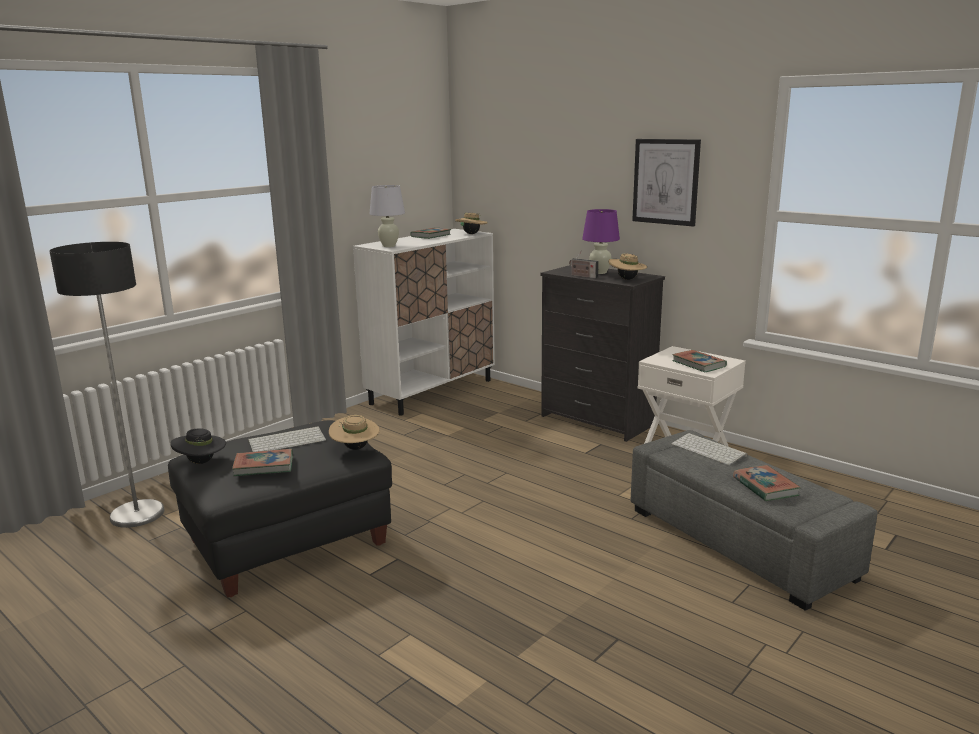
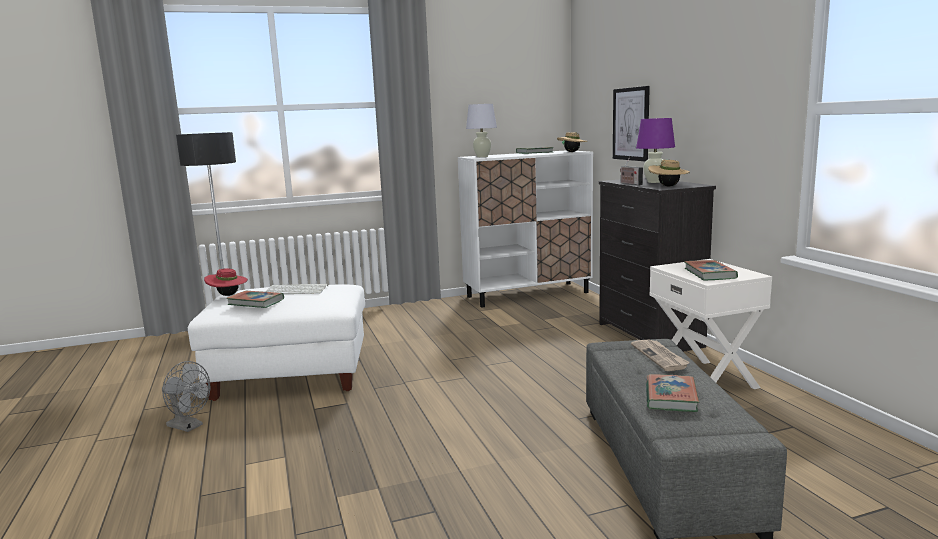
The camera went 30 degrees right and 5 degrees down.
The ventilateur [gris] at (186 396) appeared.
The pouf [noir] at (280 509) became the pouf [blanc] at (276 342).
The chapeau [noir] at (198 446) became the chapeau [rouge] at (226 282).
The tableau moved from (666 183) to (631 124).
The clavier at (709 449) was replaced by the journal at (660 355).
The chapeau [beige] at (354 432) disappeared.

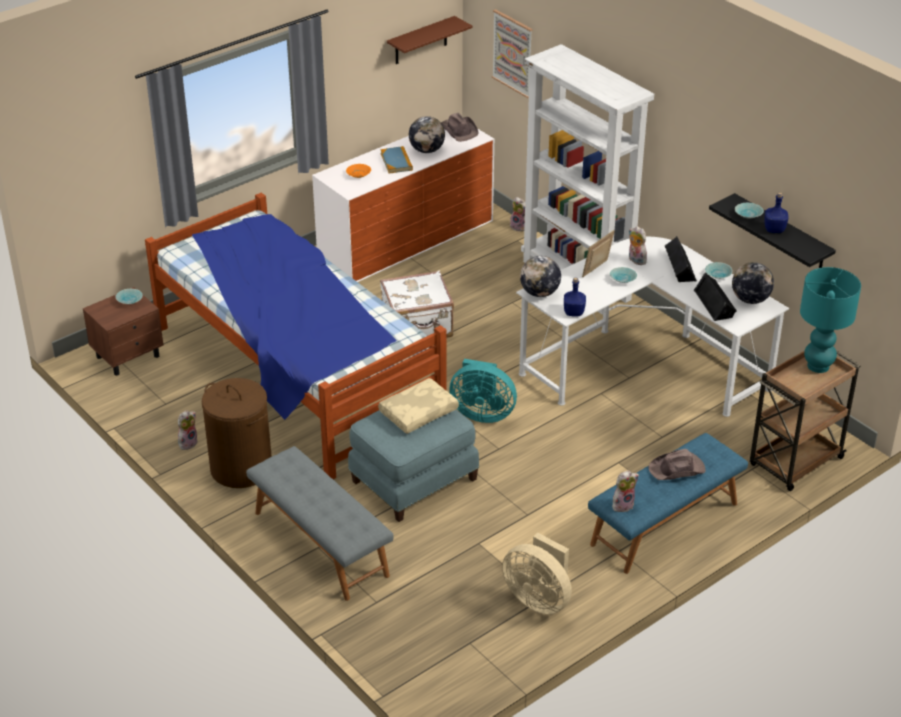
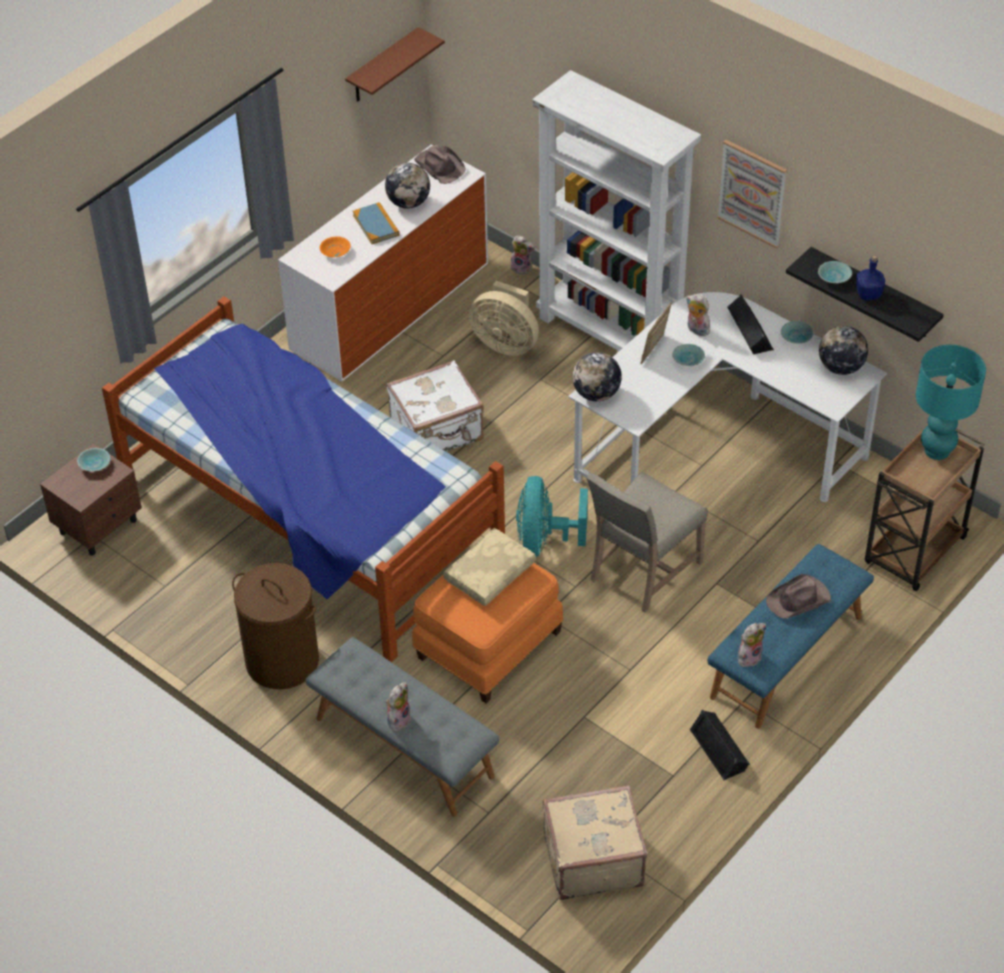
The camera went 10 degrees left and 10 degrees up.
The peluche moved from (188 430) to (398 706).
The pouf [bleu] at (413 466) became the pouf [orange] at (487 633).
The ventilateur [beige] moved from (537 573) to (504 318).
The ventilateur [turquoise] at (483 391) turned 90 degrees clockwise.
The valise [beige] at (595 842) appeared.
The chaise [beige] at (647 542) appeared.
The enceinte [noir] moved from (715 296) to (720 745).
The tableau moved from (512 53) to (752 194).
The bouteille [bleu] at (575 297) disappeared.

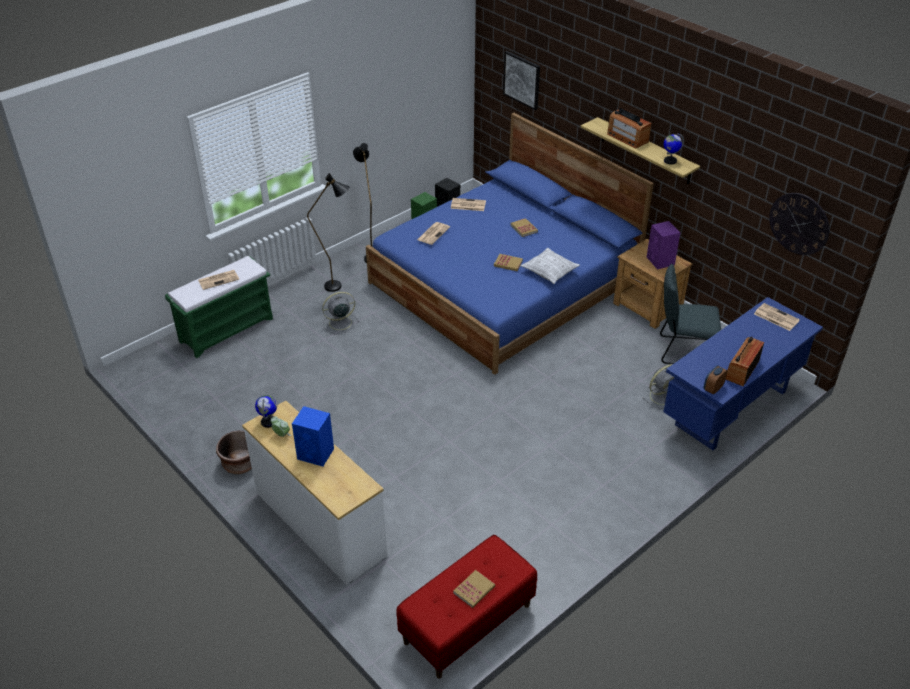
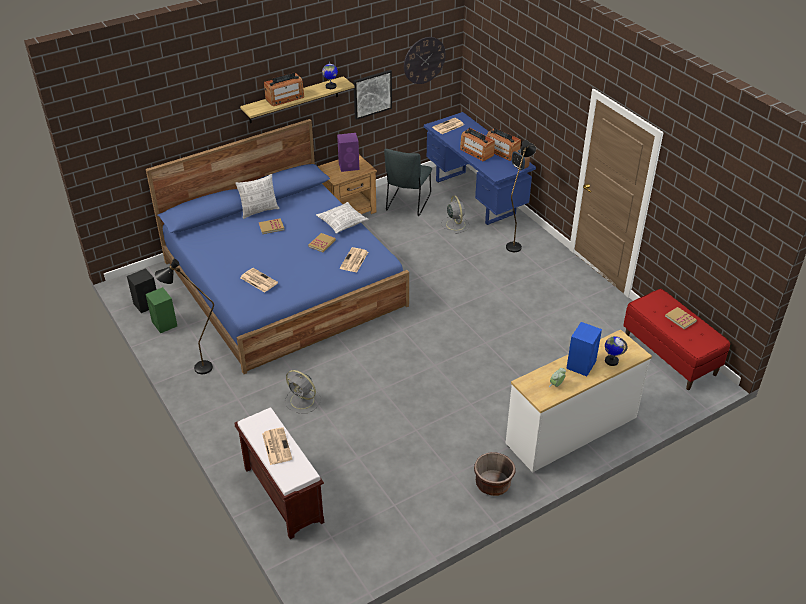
The camera went 80 degrees left and 0 degrees up.
The banc [vert] at (219 307) became the banc [marron] at (279 473).
The coussin at (257 196) appeared.
The ventilateur [gris] at (340 313) turned 45 degrees counterclockwise.
The journal moved from (468 204) to (354 259).
The tableau moved from (521 80) to (372 95).
The radio at (477 144) appeared.
The lampadaire [noir] moved from (328 232) to (521 196).
The globe moved from (266 411) to (616 351).

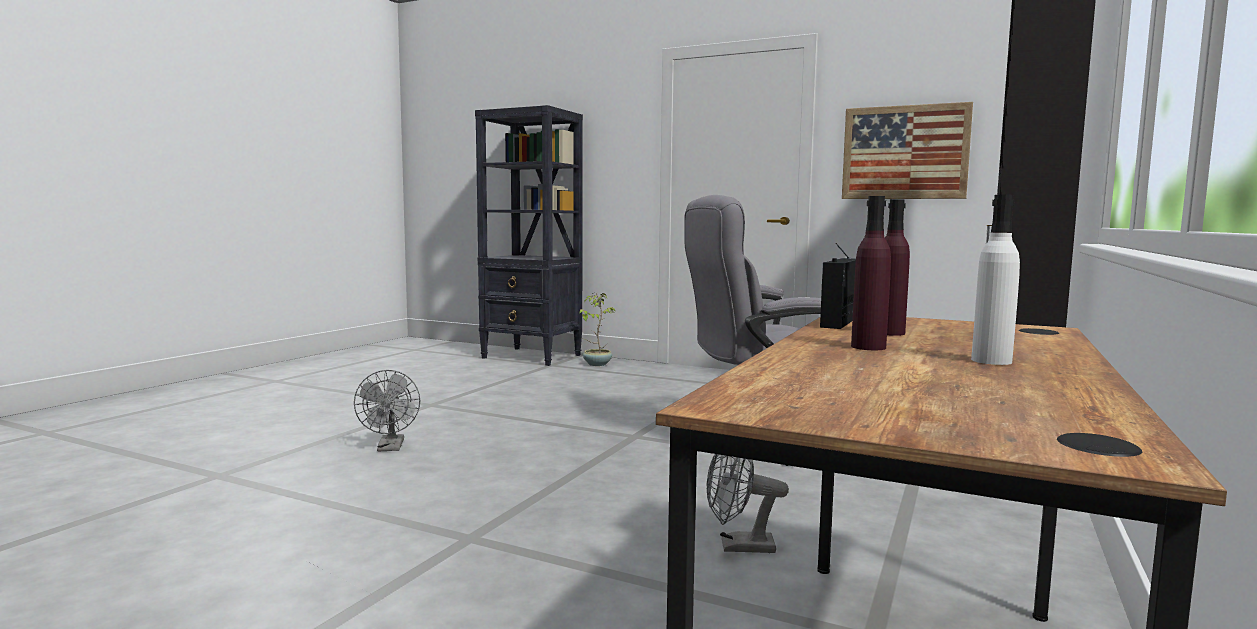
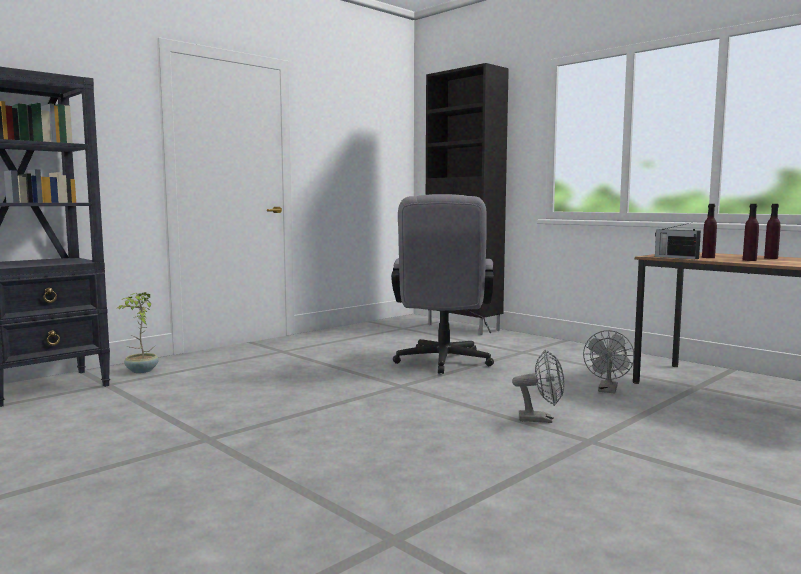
The camera went 70 degrees left and 0 degrees up.
The ventilateur [gris] moved from (387 410) to (538 386).
The bouteille [blanc] at (995 280) became the bouteille [violet] at (772 231).
The tableau at (907 150) disappeared.

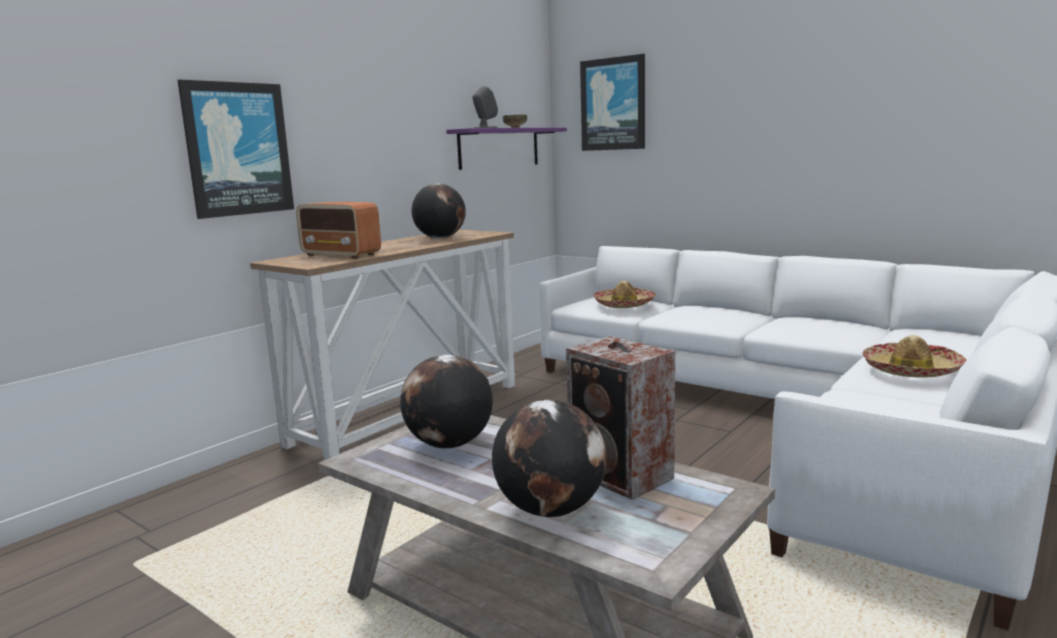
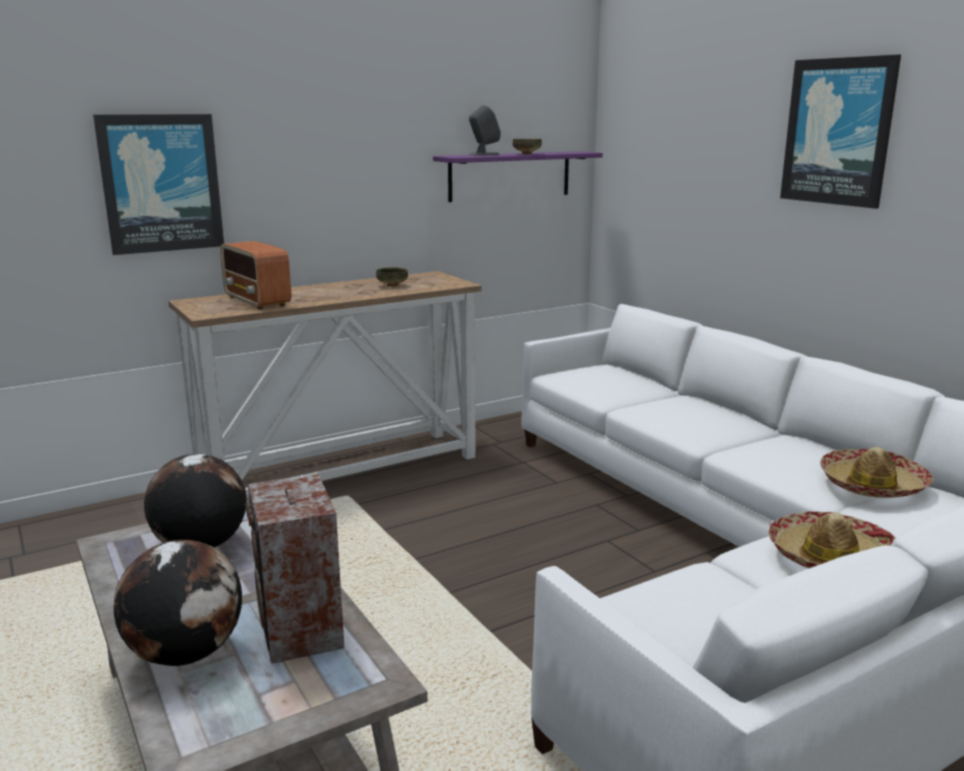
The camera went 20 degrees right and 5 degrees up.
The globe at (439 211) was replaced by the bol at (392 277).
The tableau moved from (612 102) to (840 131).
The chapeau moved from (624 294) to (876 472).

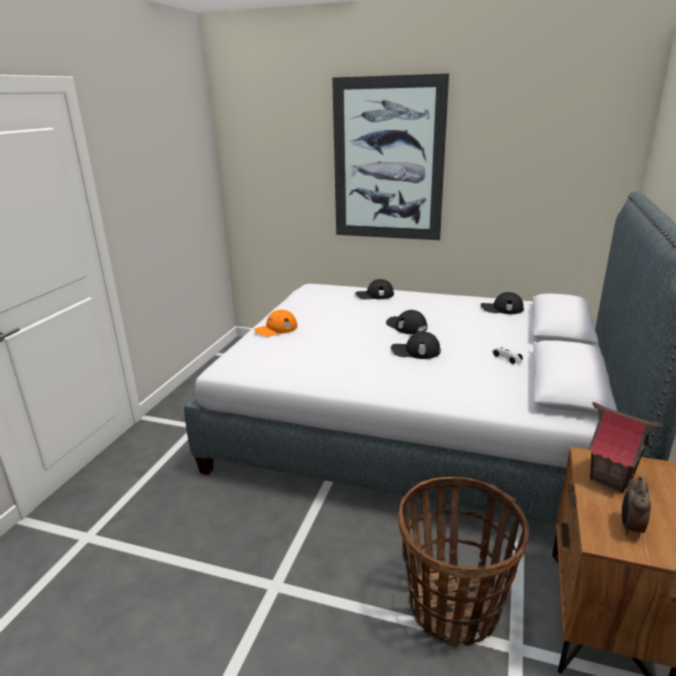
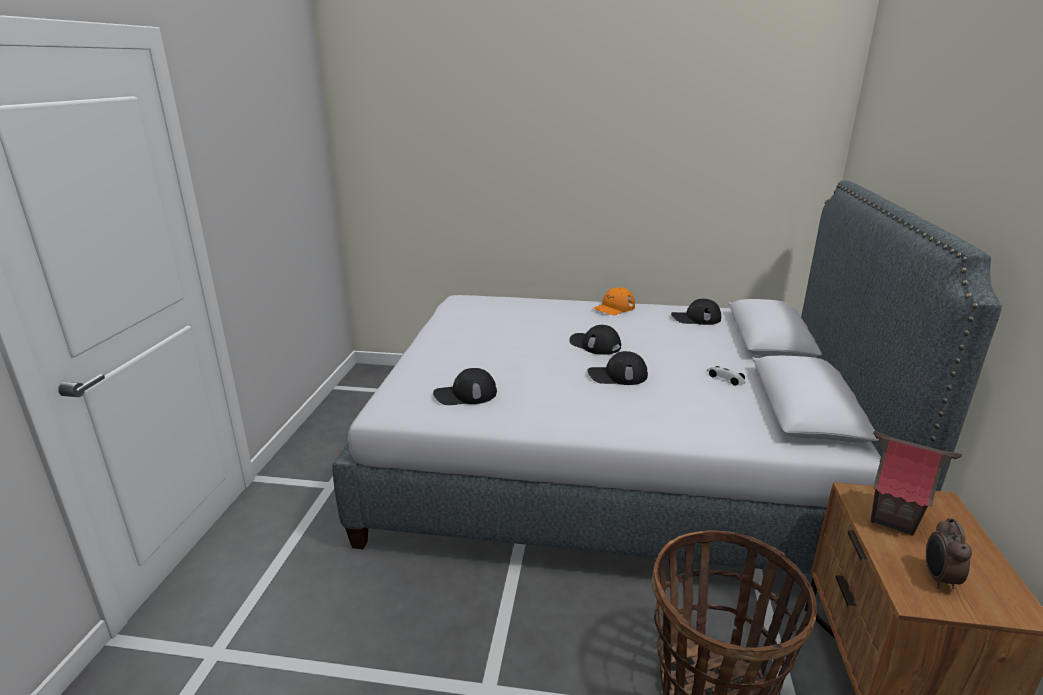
The camera went 10 degrees left and 0 degrees up.
The casquette [noir] moved from (374 289) to (465 386).
The casquette [orange] moved from (275 323) to (614 301).
The tableau at (390 157) disappeared.

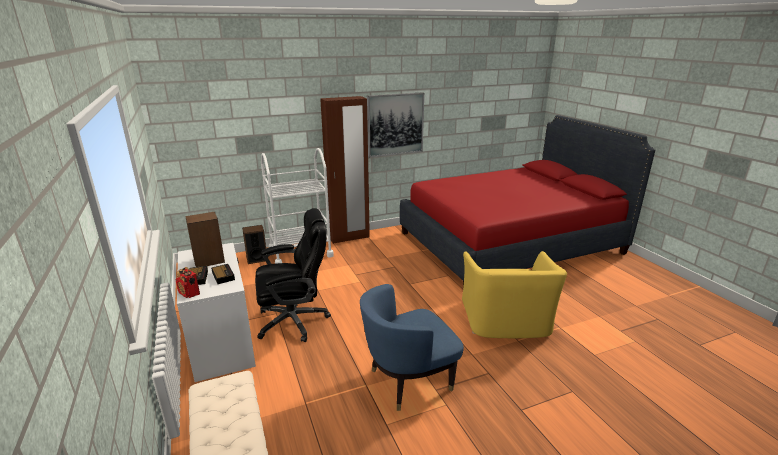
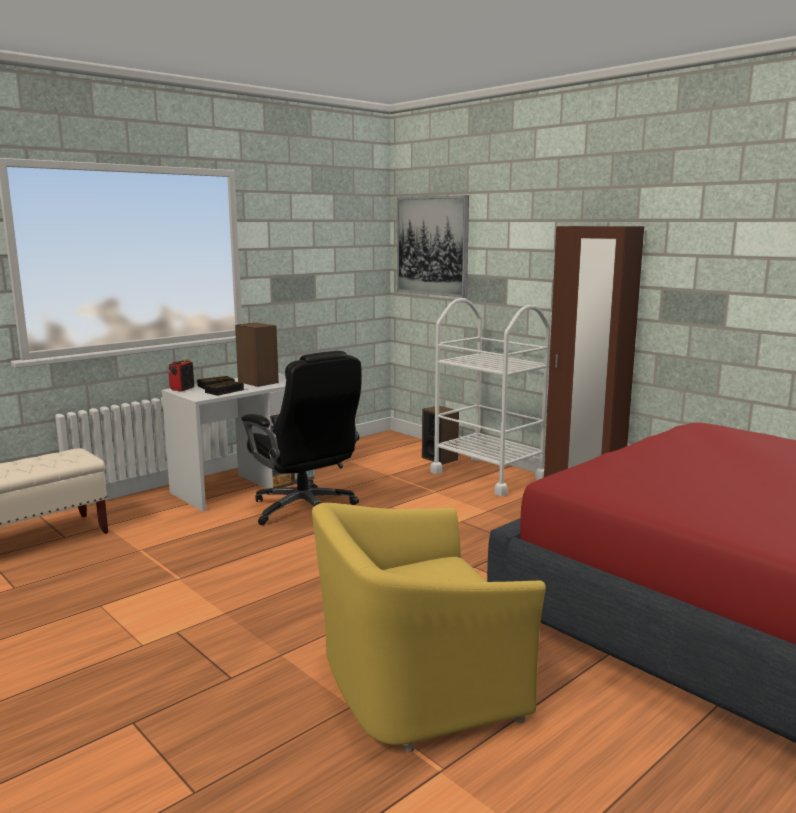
The camera went 70 degrees right and 10 degrees down.
The tableau moved from (395 125) to (433 246).
The fauteuil [bleu] at (412 347) disappeared.

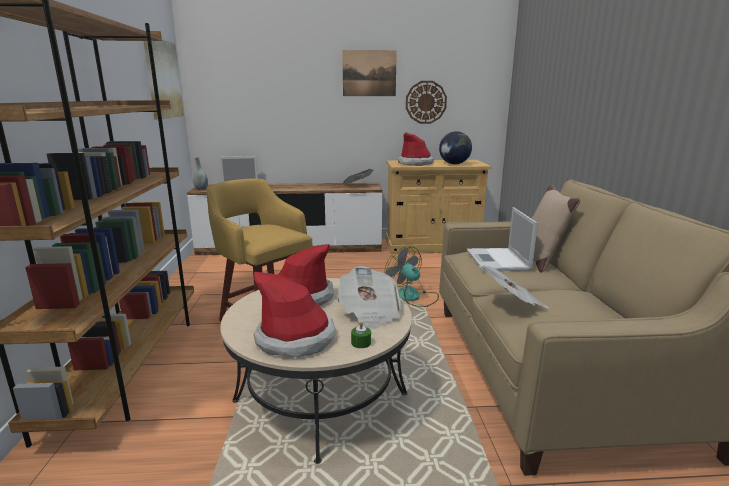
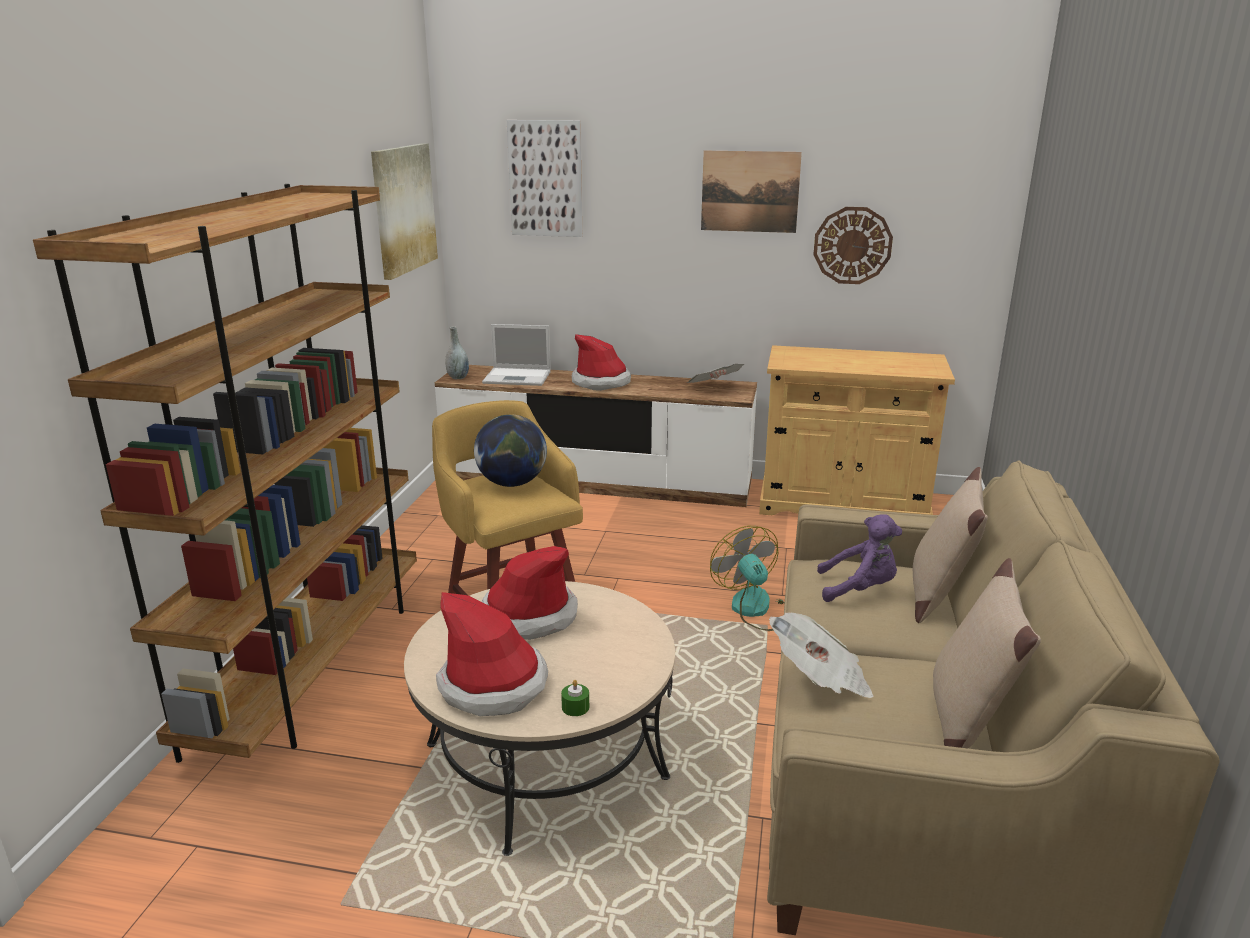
The camera went 15 degrees right and 5 degrees up.
The globe moved from (455 147) to (510 450).
The tableau at (544 178) appeared.
The chapeau moved from (416 149) to (601 362).
The ordinateur portable at (502 239) was replaced by the peluche [violet] at (859 558).
The coussin [beige] at (987 653) appeared.
The journal at (369 298) disappeared.

